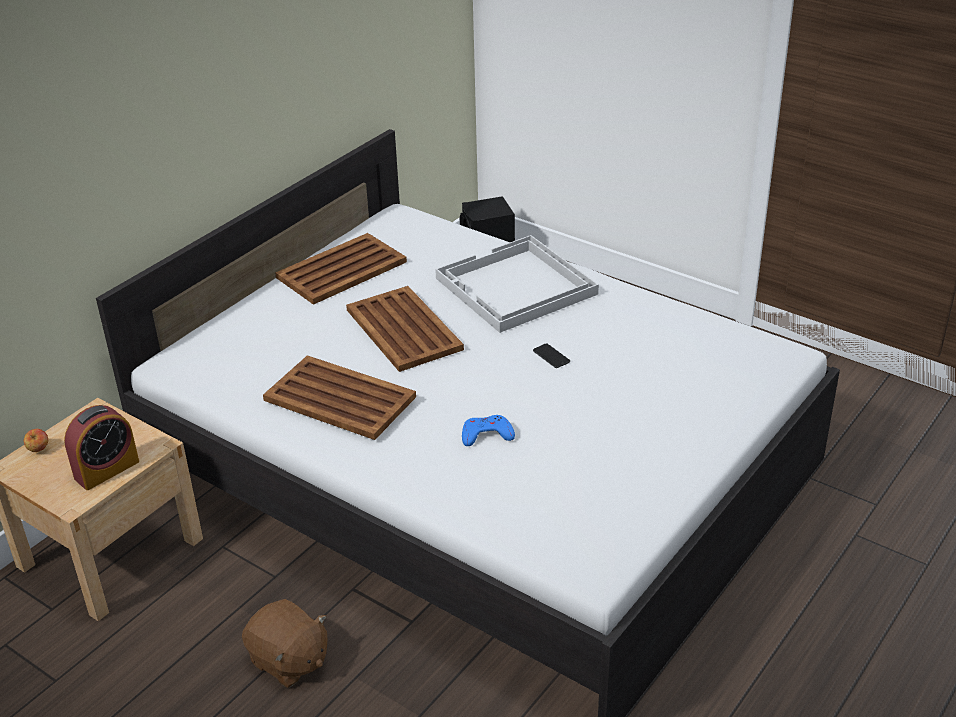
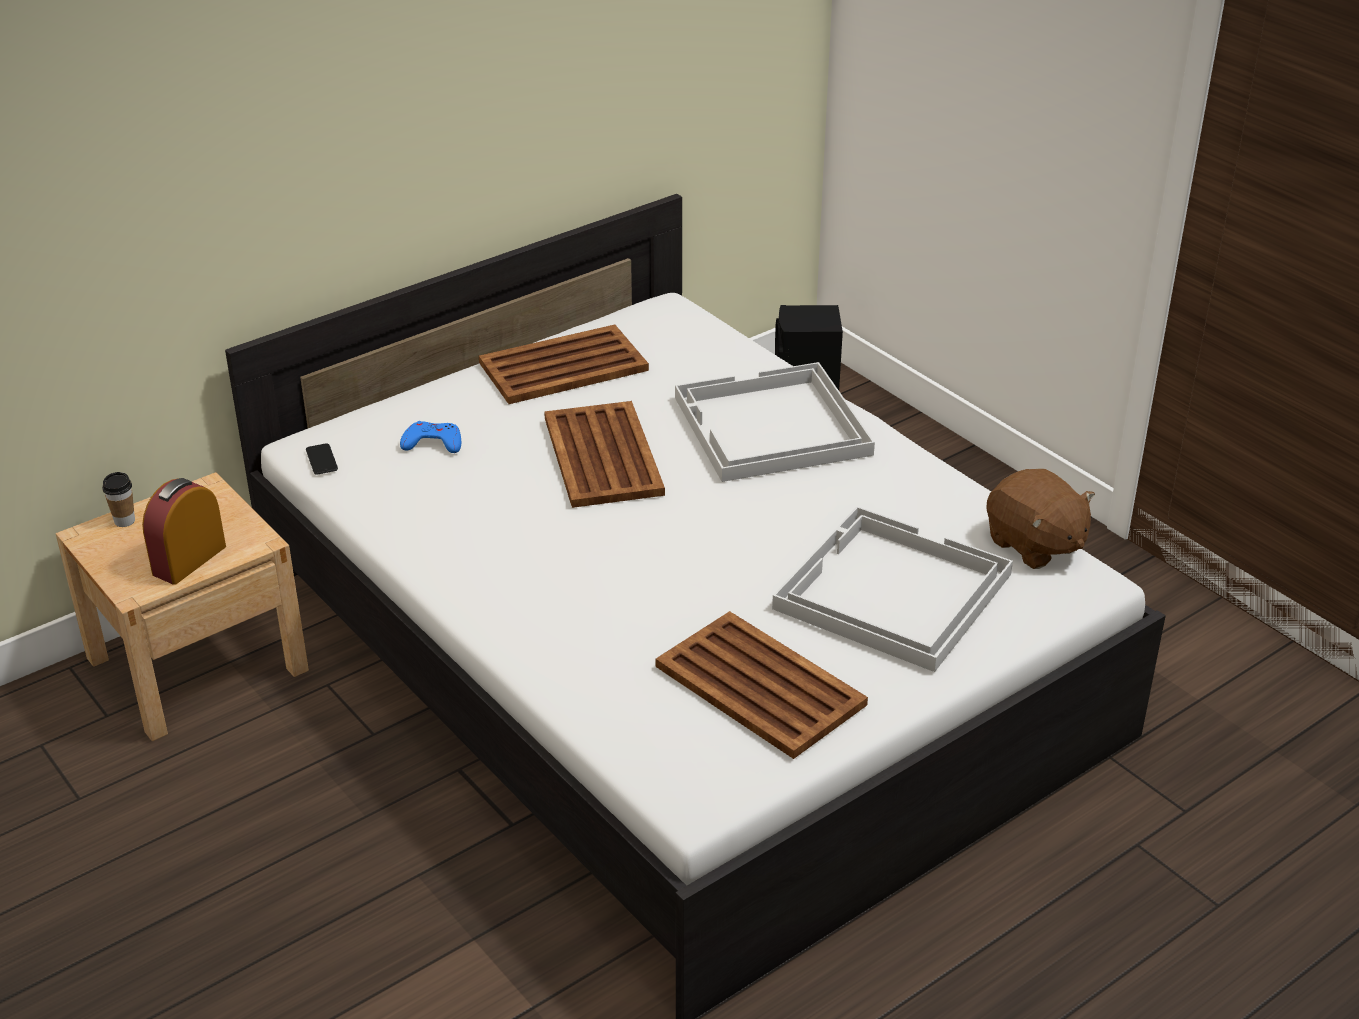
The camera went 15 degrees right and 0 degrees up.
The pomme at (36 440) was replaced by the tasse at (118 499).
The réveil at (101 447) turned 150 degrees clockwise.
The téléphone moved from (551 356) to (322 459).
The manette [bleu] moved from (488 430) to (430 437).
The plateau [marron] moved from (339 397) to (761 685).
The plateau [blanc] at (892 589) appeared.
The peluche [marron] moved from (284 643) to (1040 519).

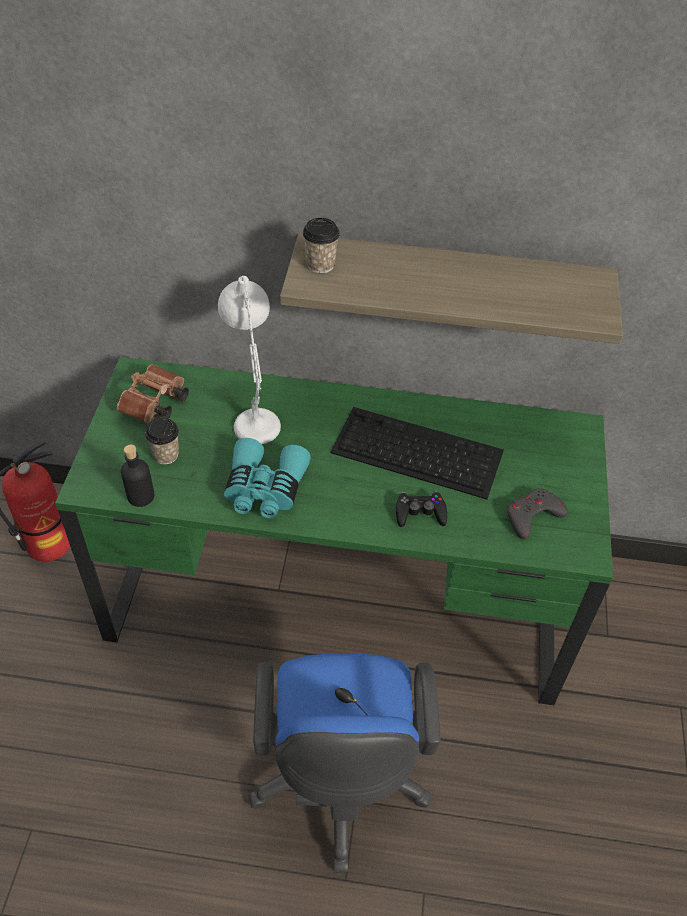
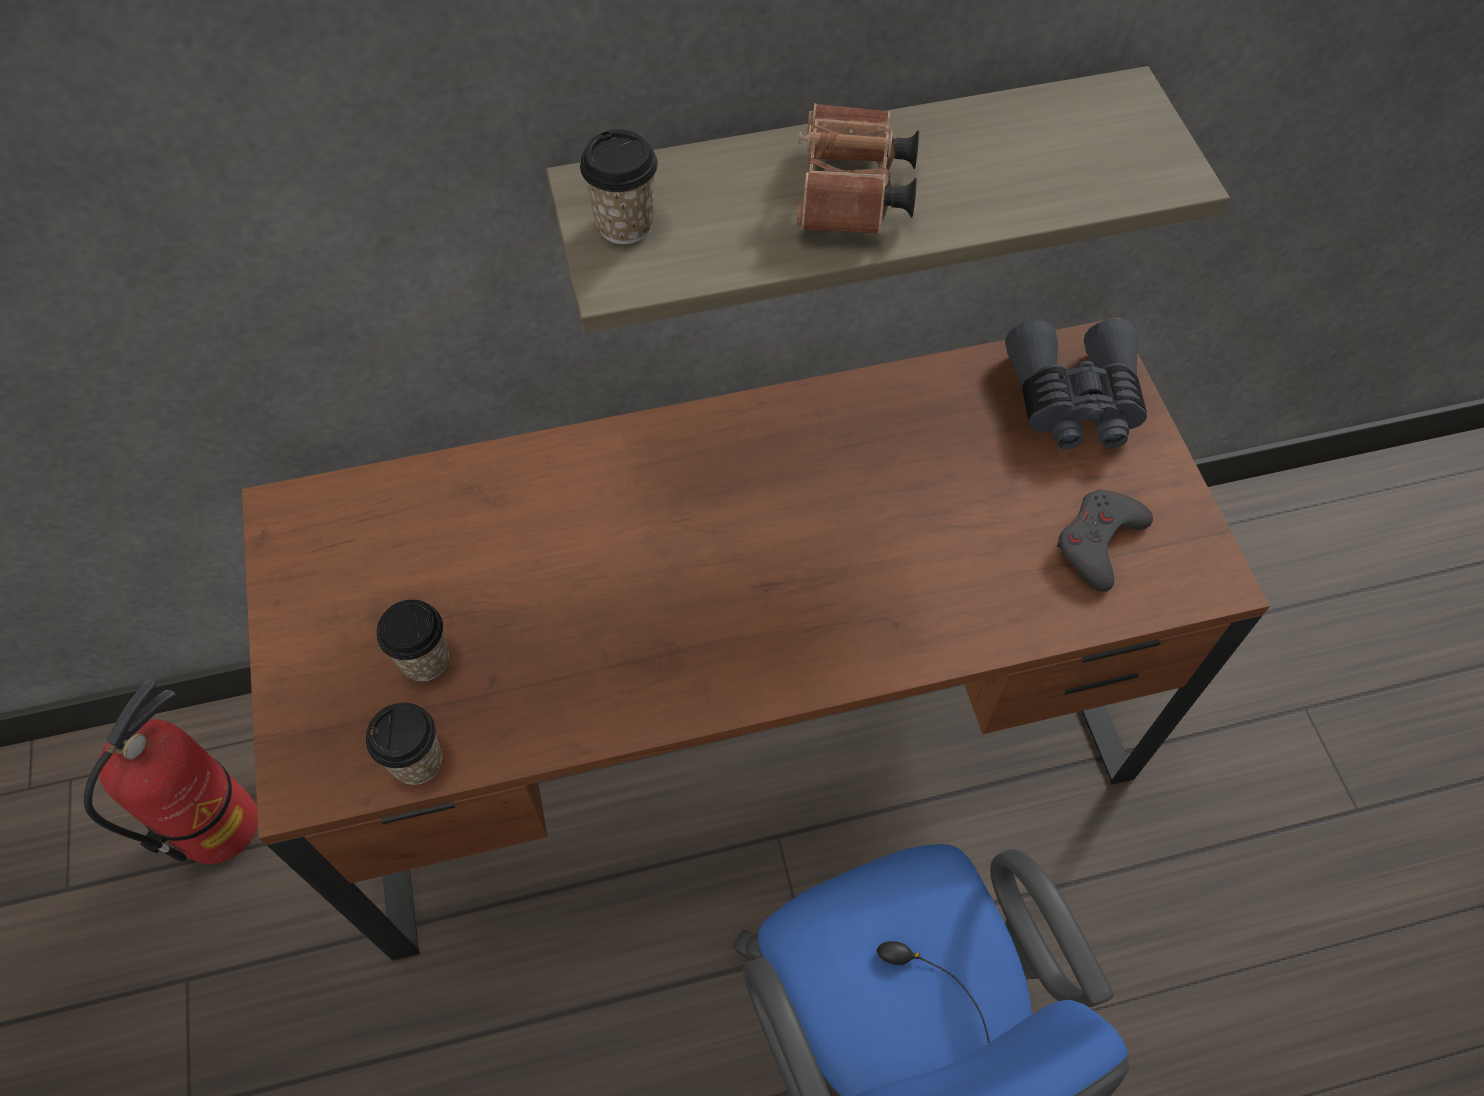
The camera went 20 degrees left and 10 degrees up.
The bureau [vert] at (334 531) became the bureau [marron] at (756 639).
The bouteille [noir] at (137 476) was replaced by the tasse at (404 744).
The jumelles [marron] moved from (153 393) to (858 168).
The jumelles [gris] at (1076 384) appeared.
The lampe de table [blanc] at (249 360) disappeared.
The jumelles [turquoise] at (267 478) disappeared.
The clavier at (417 453) disappeared.
The manette [noir] at (421 509) disappeared.

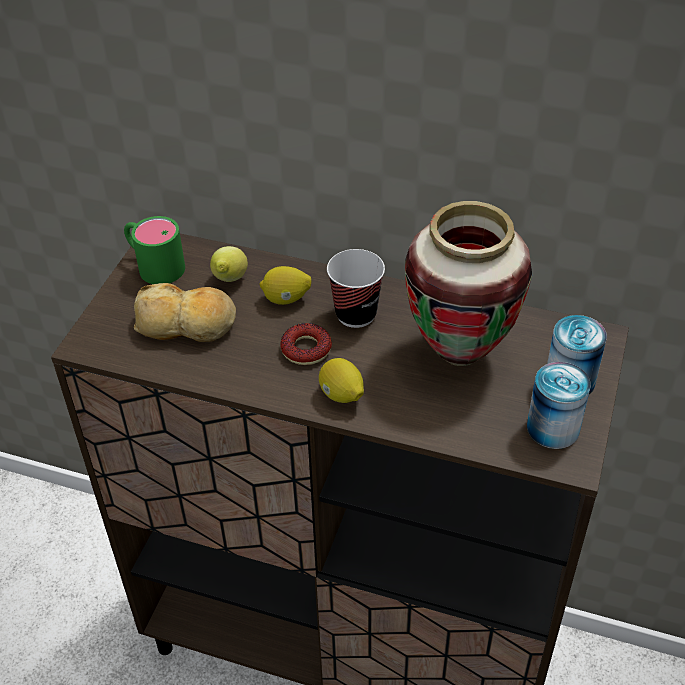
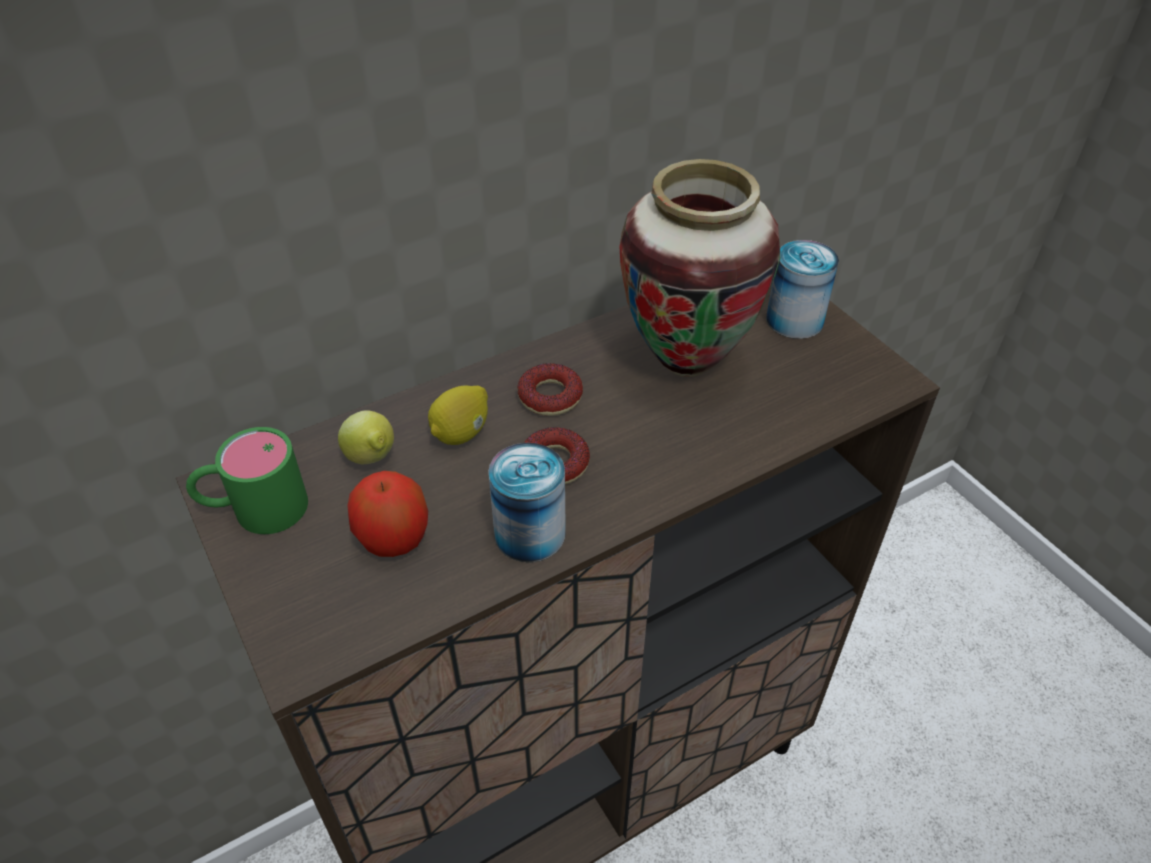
The camera went 50 degrees left and 0 degrees up.
The pain at (185 312) was replaced by the pomme at (387 514).
The boîte métallique moved from (559 405) to (527 502).
The tasse at (356 288) was replaced by the beignet at (550 389).
The citron at (341 380) disappeared.

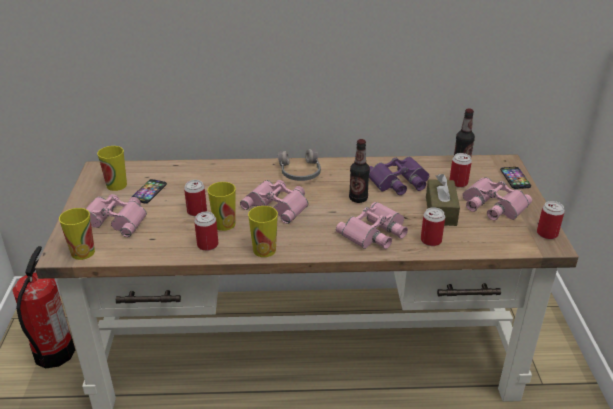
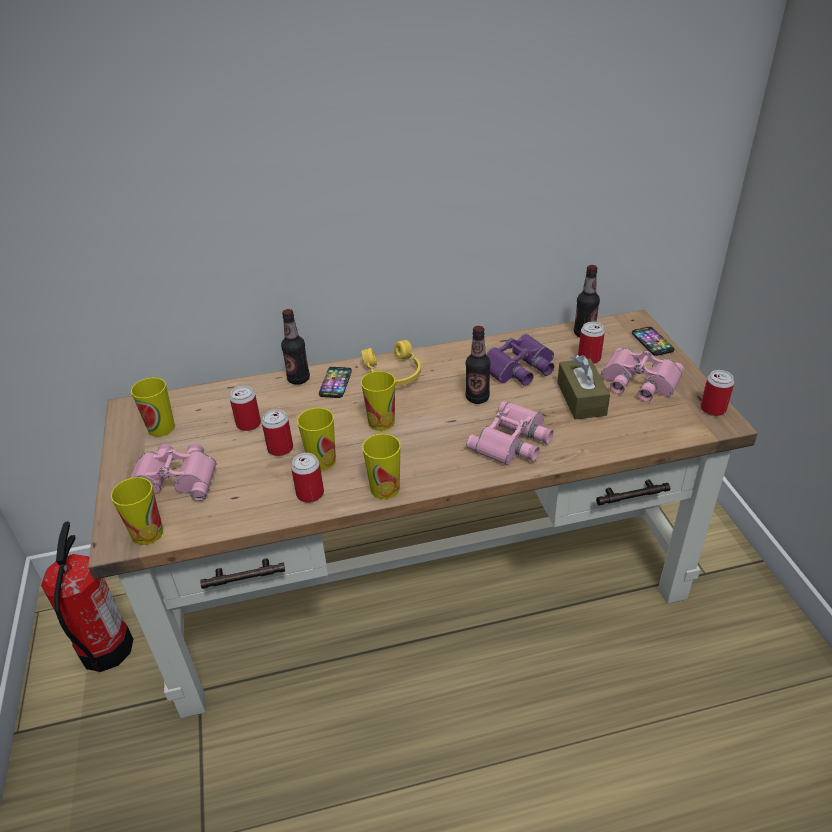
The camera went 10 degrees left and 5 degrees up.
The boîte métallique moved from (433 226) to (245 408).
The bouteille at (295 347) appeared.
The téléphone moved from (149 191) to (335 382).
The casque audio [gris] at (299 165) became the casque audio [jaune] at (391 363).
The jumelles [rose] at (274 202) was replaced by the tasse at (378 401).

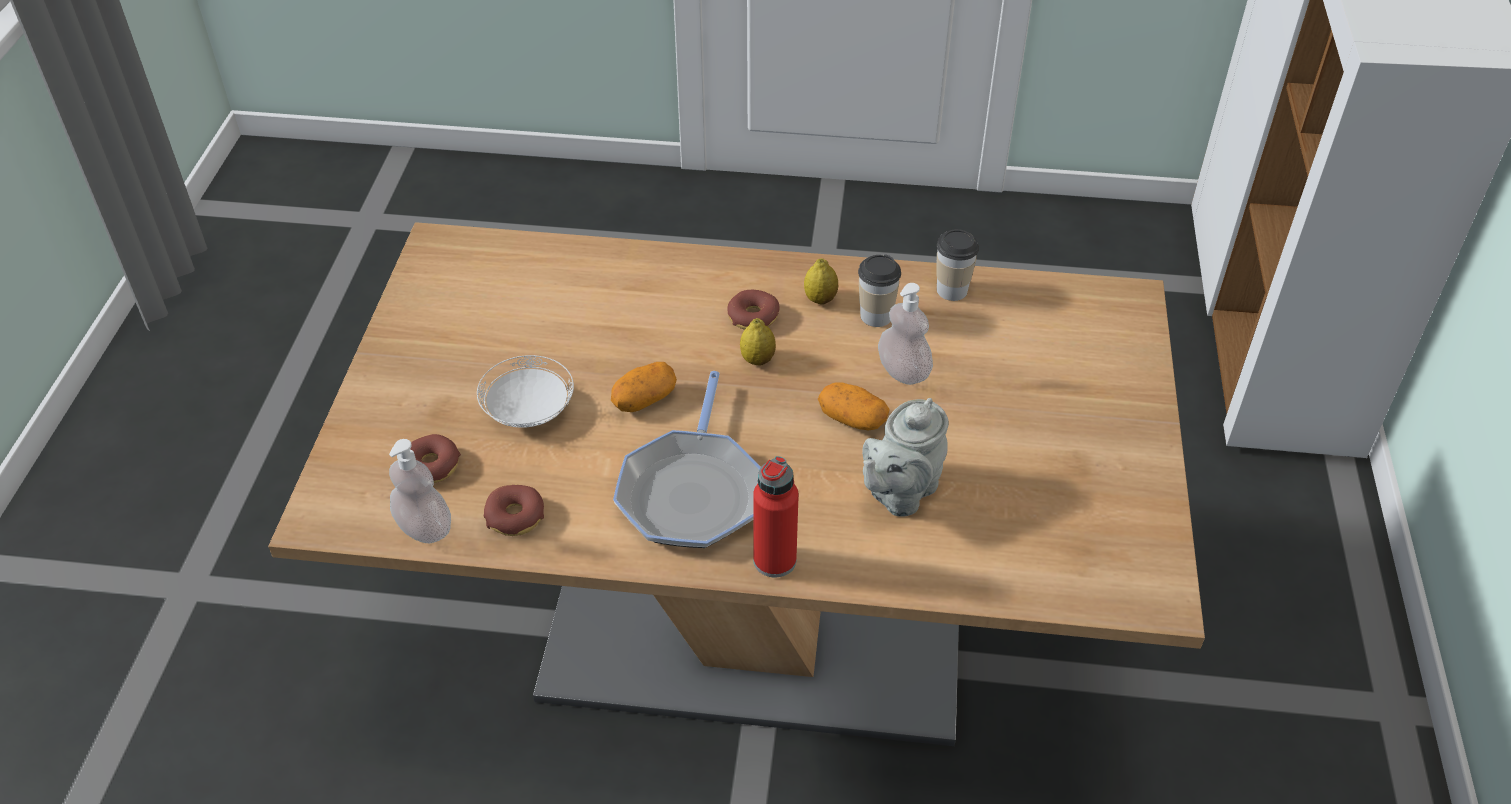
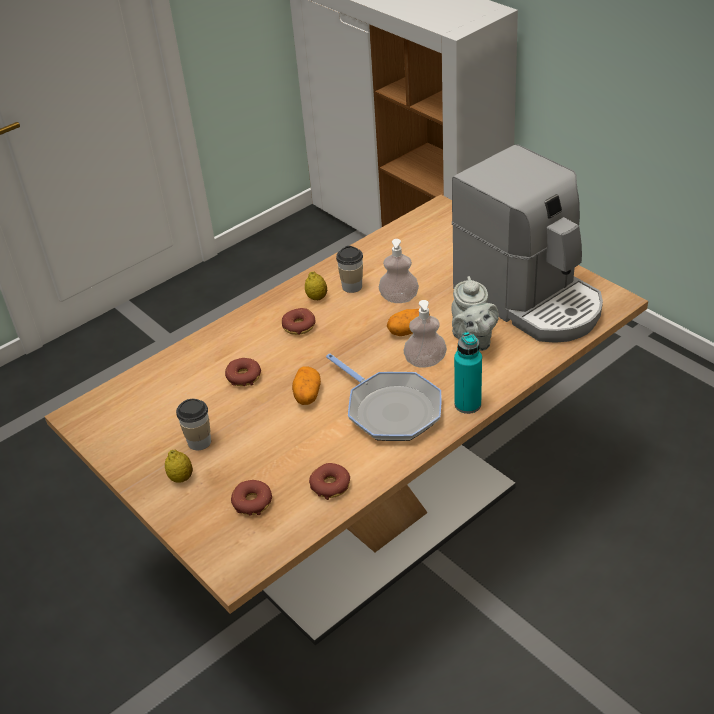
The camera went 45 degrees left and 5 degrees down.
The citron moved from (758 341) to (179 466).
The tasse moved from (957 265) to (193 424).
The beignet at (243 372) appeared.
The distributeur de savon moved from (420 491) to (425 334).
The machine à café at (527 243) appeared.
The bouteille [rouge] at (776 516) became the bouteille [turquoise] at (468 373).
The assiette [blanc] at (525 391) disappeared.

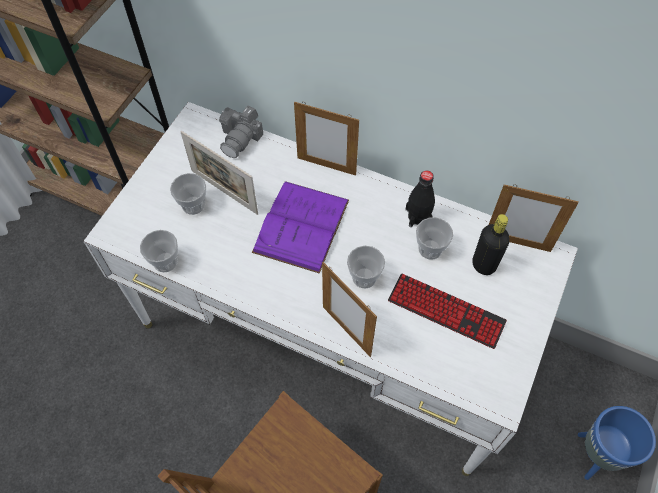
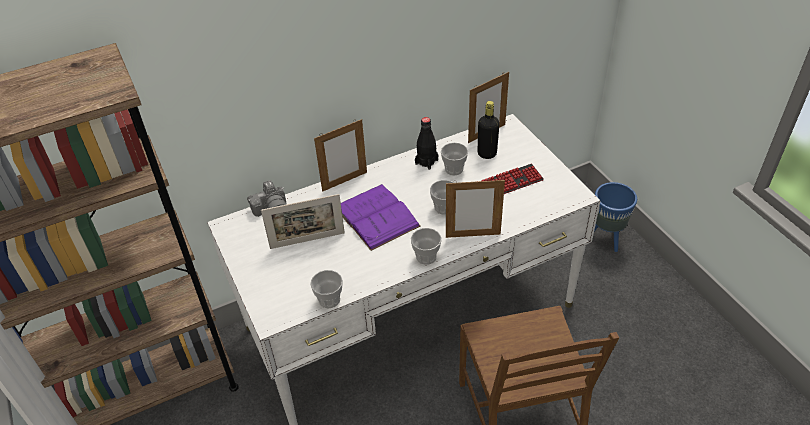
The camera went 50 degrees left and 15 degrees down.
The tasse moved from (188 194) to (426 246).

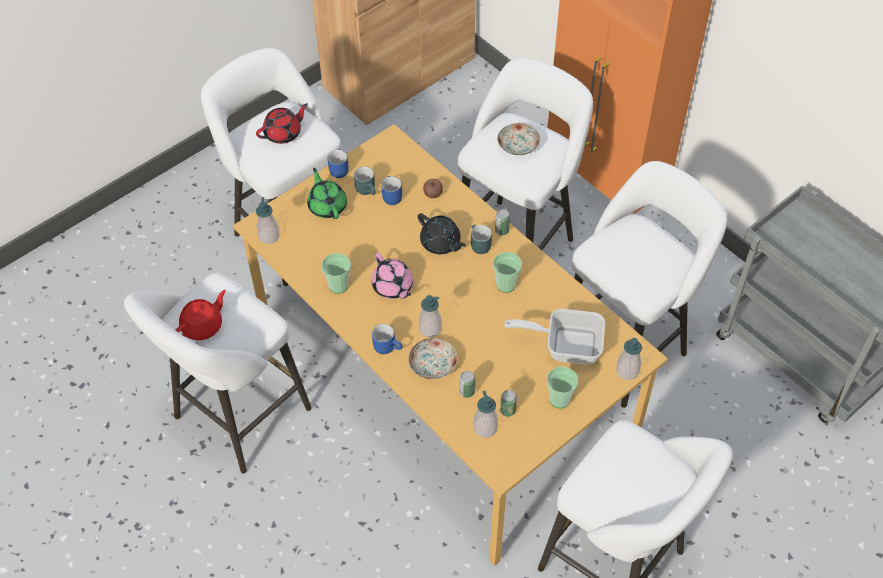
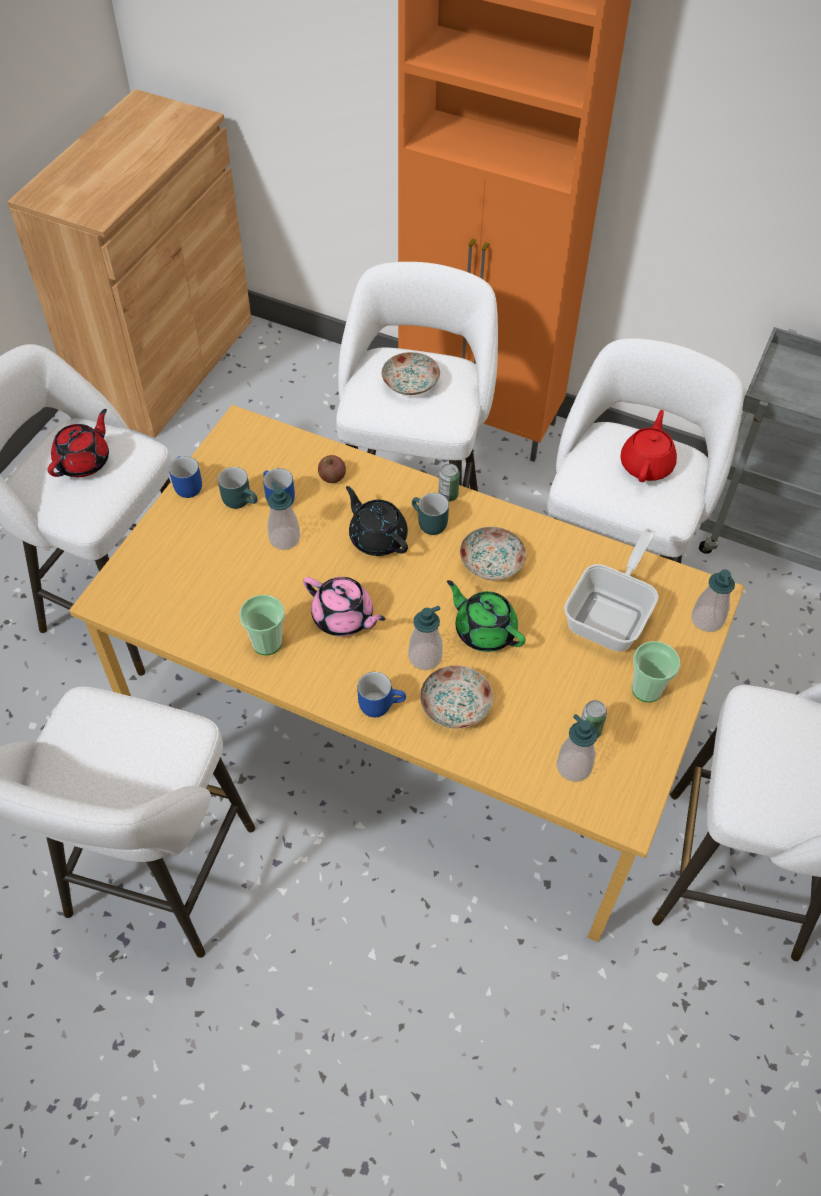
The camera went 25 degrees left and 0 degrees up.
The distributeur de savon moved from (268 220) to (283 515).
The théière [noir] at (442 233) turned 150 degrees counterclockwise.
The théière [vert] moved from (327 193) to (486 616).
The tasse at (507 272) was replaced by the assiette at (493 554).
The poêle at (554 336) turned 135 degrees clockwise.
The théière [rouge] moved from (201 315) to (648 446).
The boîte métallique at (467 384) disappeared.

